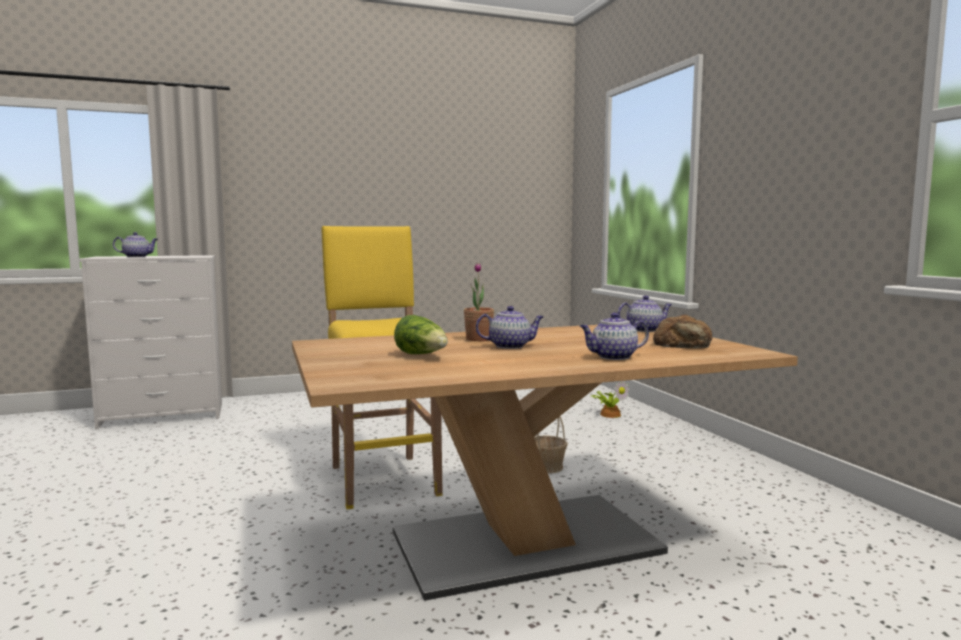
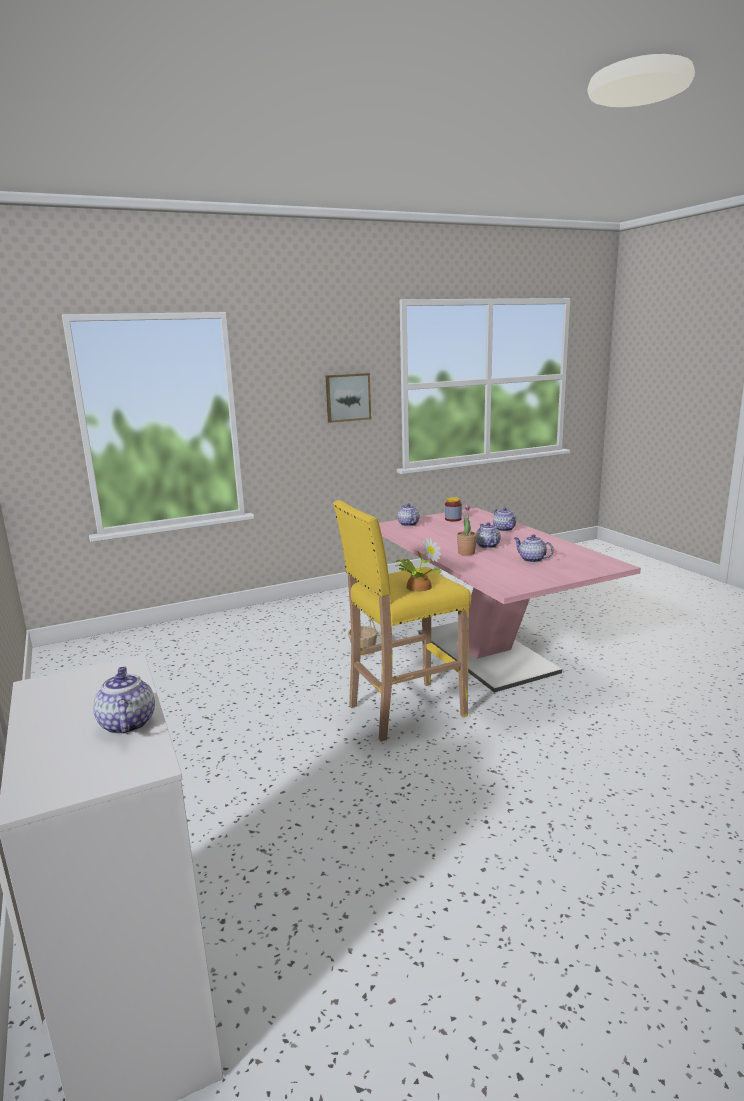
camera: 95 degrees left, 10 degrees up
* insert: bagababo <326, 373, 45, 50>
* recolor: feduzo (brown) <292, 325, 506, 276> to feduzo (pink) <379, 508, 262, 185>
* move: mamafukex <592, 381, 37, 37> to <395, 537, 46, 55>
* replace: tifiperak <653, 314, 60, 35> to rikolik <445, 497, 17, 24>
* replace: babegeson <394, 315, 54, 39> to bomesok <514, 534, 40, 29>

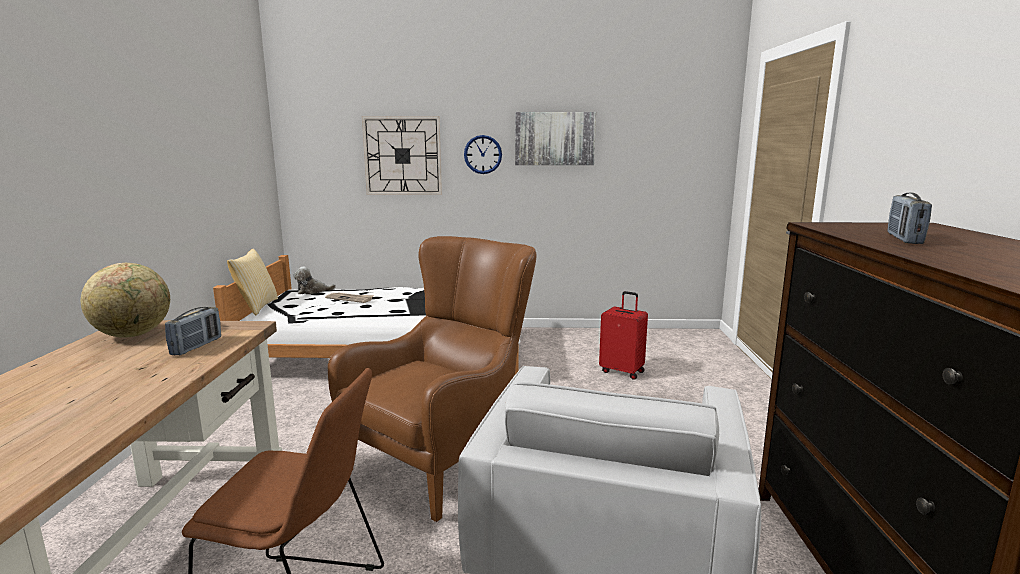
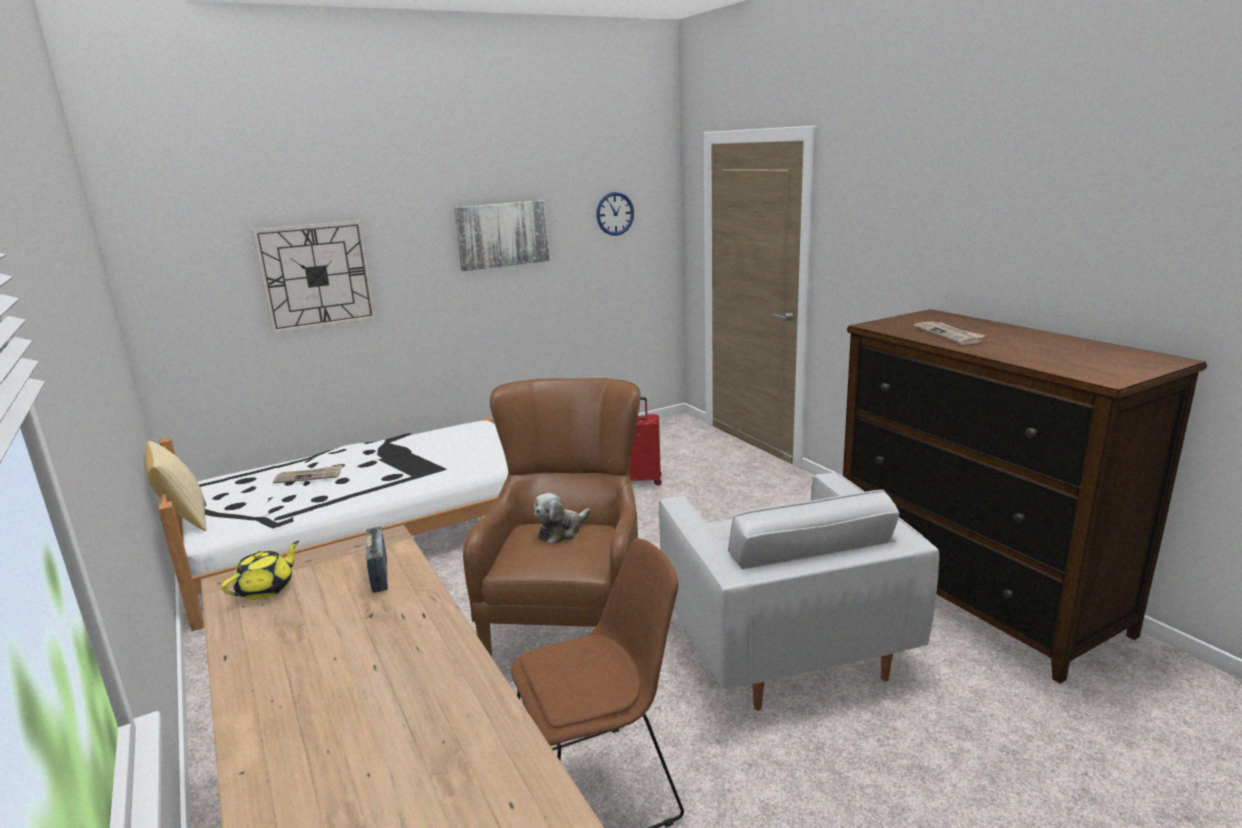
camera: 30 degrees left, 5 degrees up
* replace: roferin <81, 263, 89, 75> to bomesok (yellow) <221, 541, 78, 59>
* move: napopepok <293, 267, 43, 27> to <534, 493, 56, 51>
* move: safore <464, 135, 38, 39> to <596, 192, 38, 44>
* replace: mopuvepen <887, 193, 45, 51> to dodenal <914, 322, 72, 23>

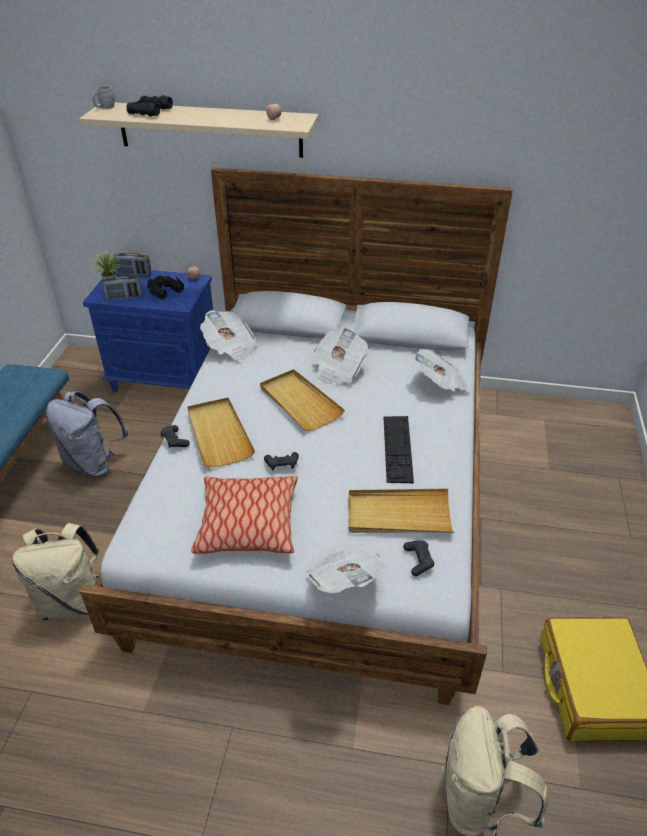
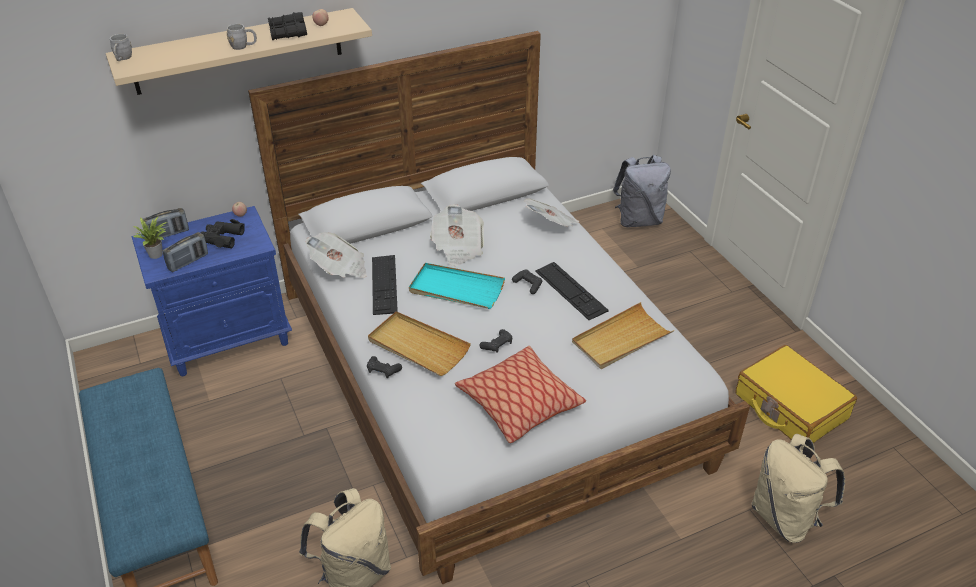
camera: 35 degrees left, 0 degrees up
* insert: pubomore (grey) <227, 24, 30, 26>
* move: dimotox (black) <126, 95, 47, 21> to <268, 12, 39, 28>
* insert: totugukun <372, 255, 26, 60>
* recolor: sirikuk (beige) <260, 369, 85, 62> to sirikuk (turquoise) <409, 263, 96, 46>
* move: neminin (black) <403, 541, 31, 35> to <512, 269, 30, 25>
* move: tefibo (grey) <46, 391, 82, 86> to <613, 155, 58, 72>
* delete: dodenal <307, 548, 79, 45>

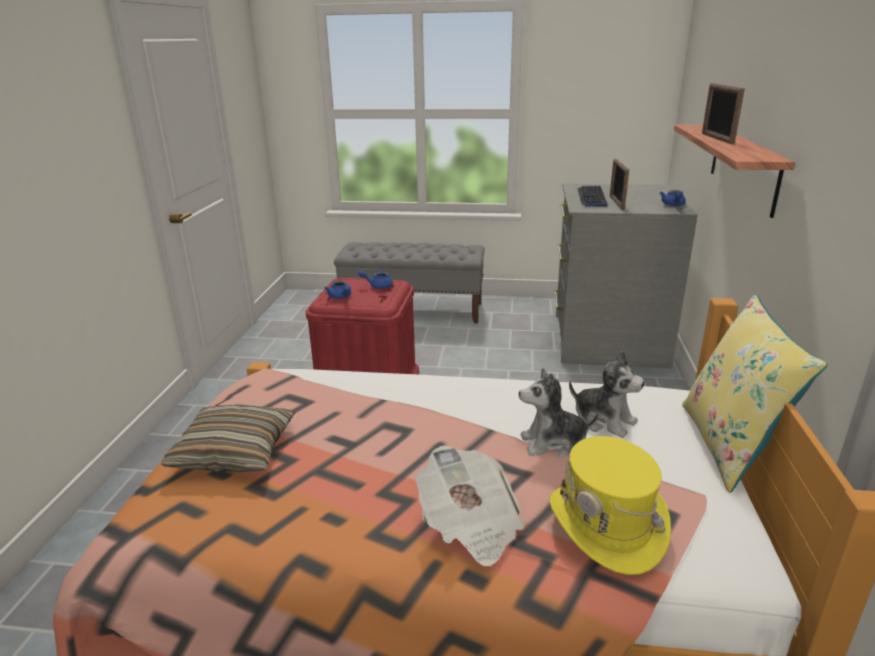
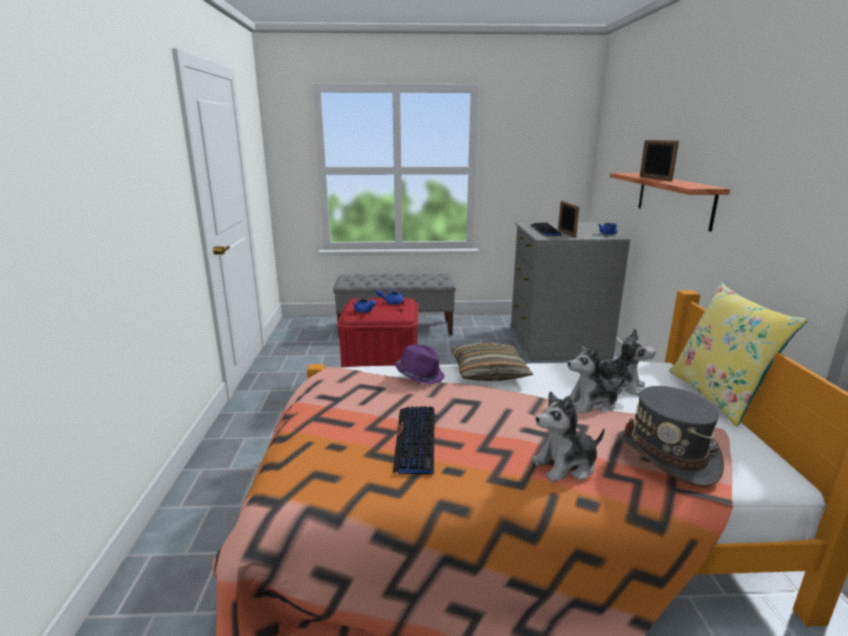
camera: 10 degrees left, 5 degrees down
* insert: totugukun <393, 406, 42, 69>
* insert: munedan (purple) <395, 344, 50, 41>
* move: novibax <161, 405, 134, 67> to <450, 342, 84, 39>
* replace: dodenal <416, 445, 109, 121> to napopepok <532, 392, 73, 90>
* recolor: munedan (yellow) <549, 436, 122, 139> to munedan (grey) <619, 386, 105, 101>

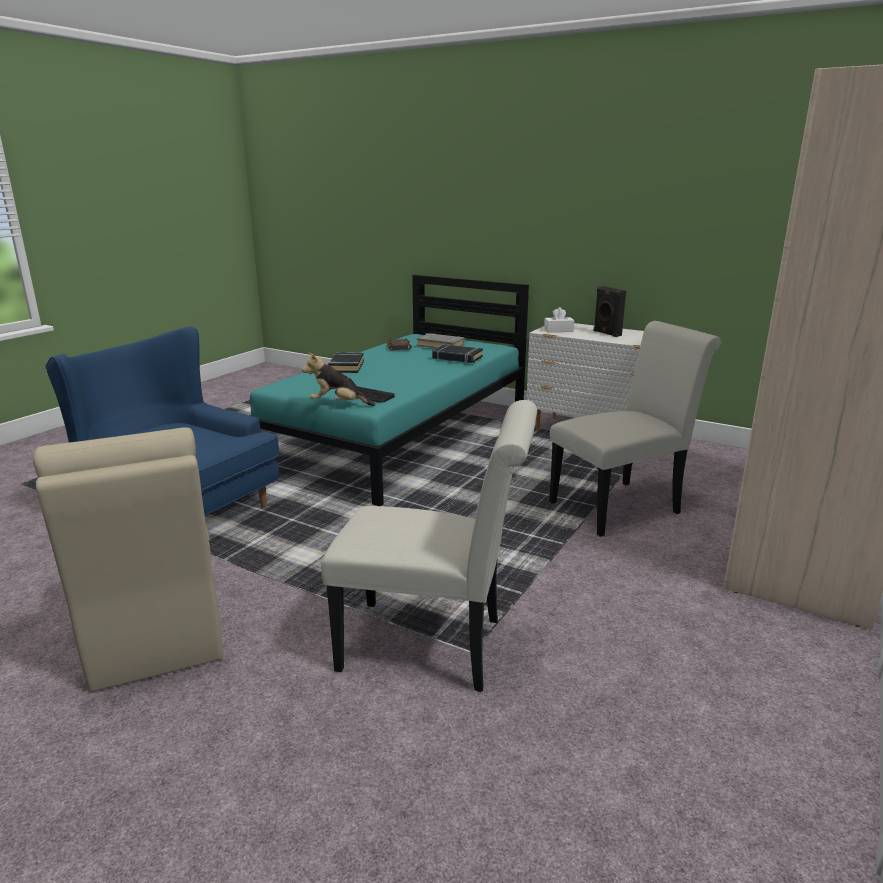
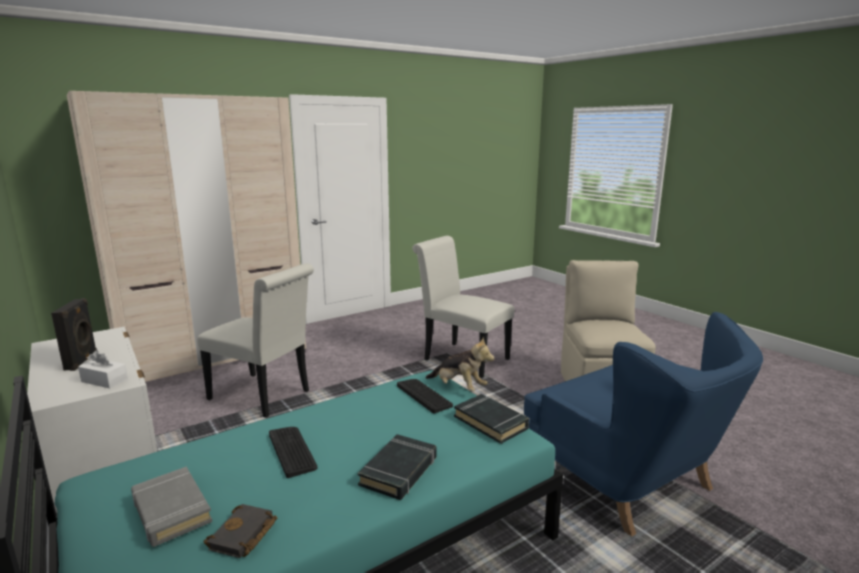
camera: 155 degrees left, 5 degrees down
* rotate: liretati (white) <549, 321, 172, 216> = <197, 263, 117, 155> 150 degrees counterclockwise
* insert: totugukun <269, 427, 48, 51>
* move: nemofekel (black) <432, 344, 51, 19> to <454, 394, 75, 50>

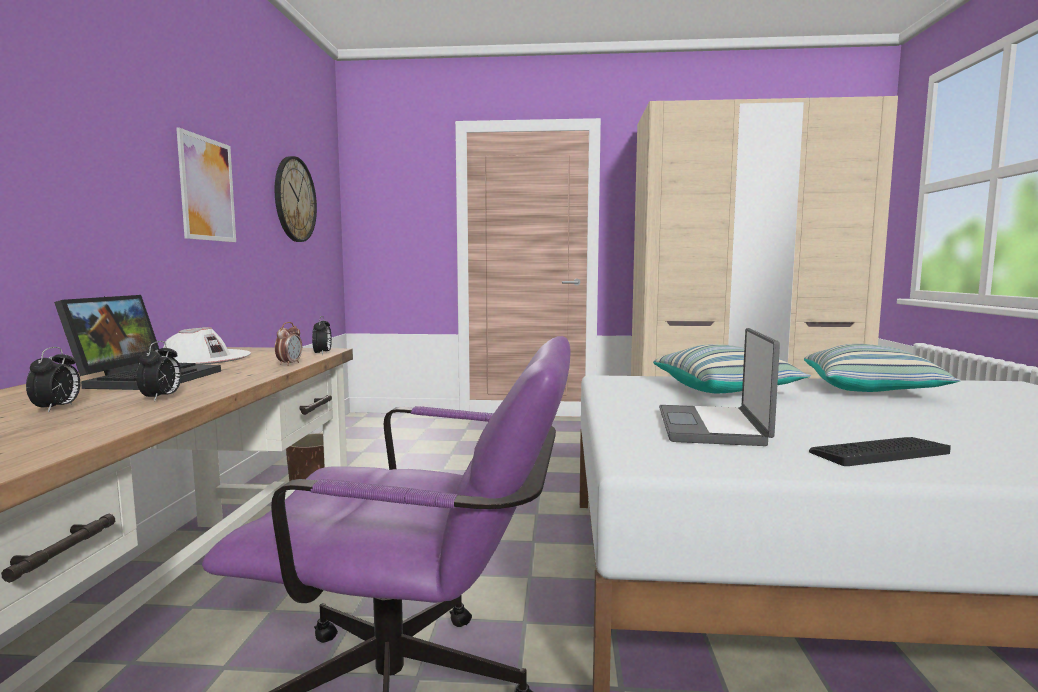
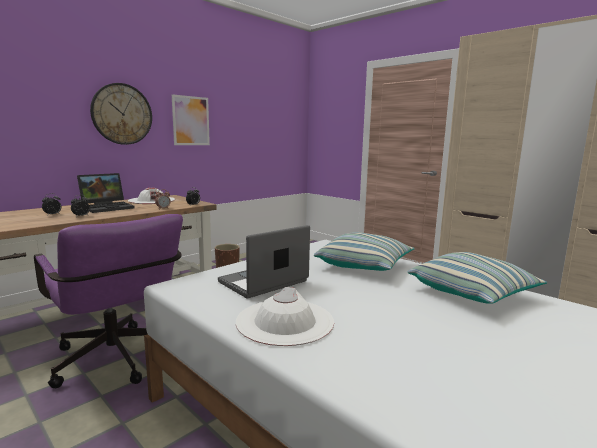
camera: 40 degrees right, 5 degrees up
* move: safore <275, 156, 42, 86> to <90, 83, 62, 62>
* replace: totugukun <809, 437, 142, 29> to munedan (white) <236, 287, 98, 59>

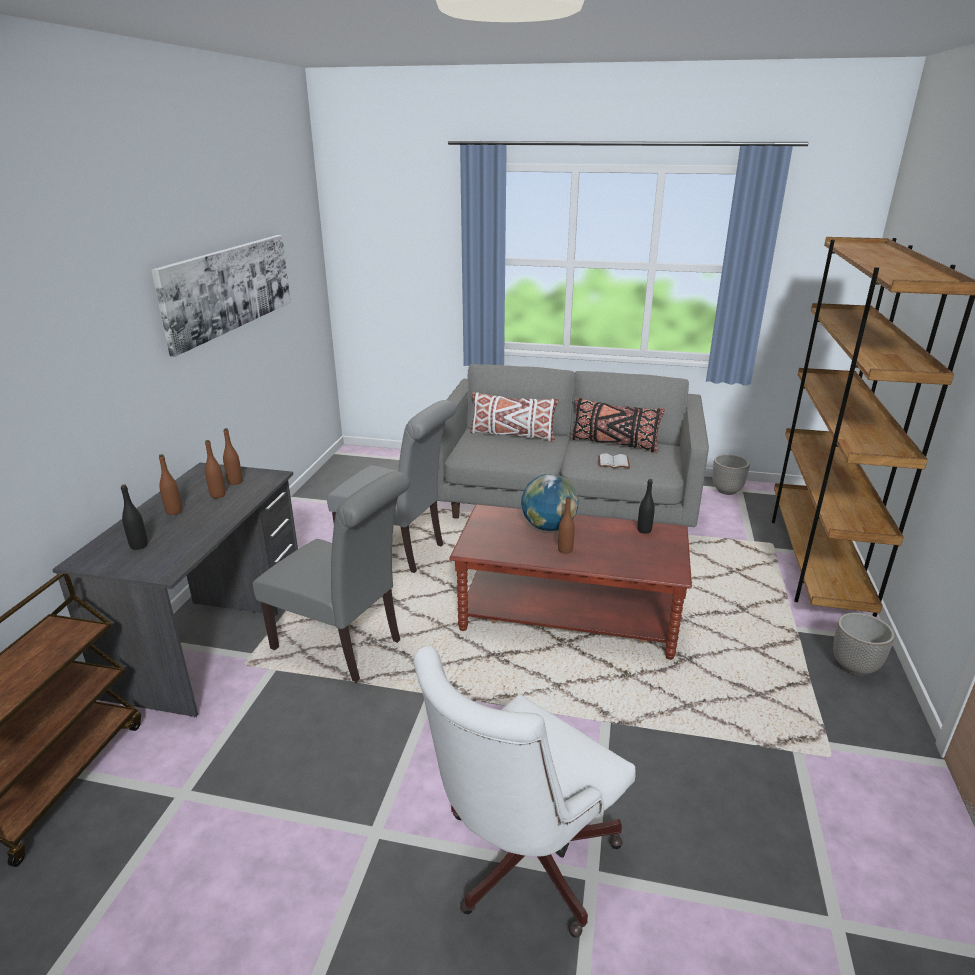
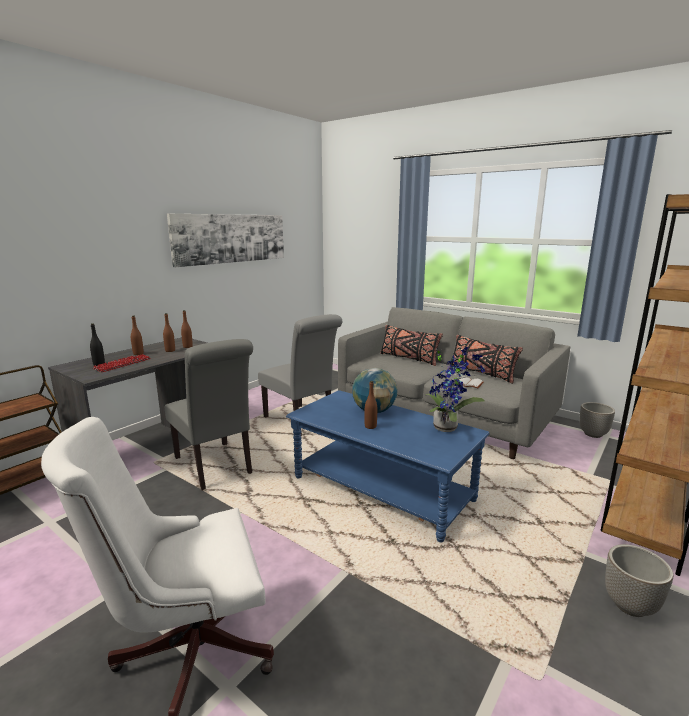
camera: 25 degrees right, 10 degrees down
* insert: totugukun <93, 354, 58, 18>
* recolor: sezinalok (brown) <450, 504, 242, 156> to sezinalok (blue) <286, 390, 204, 152>
* recolor: novibax (white) <470, 392, 89, 50> to novibax (black) <380, 325, 63, 41>
* replace: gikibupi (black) <637, 479, 18, 55> to mamafukex <426, 347, 59, 85>

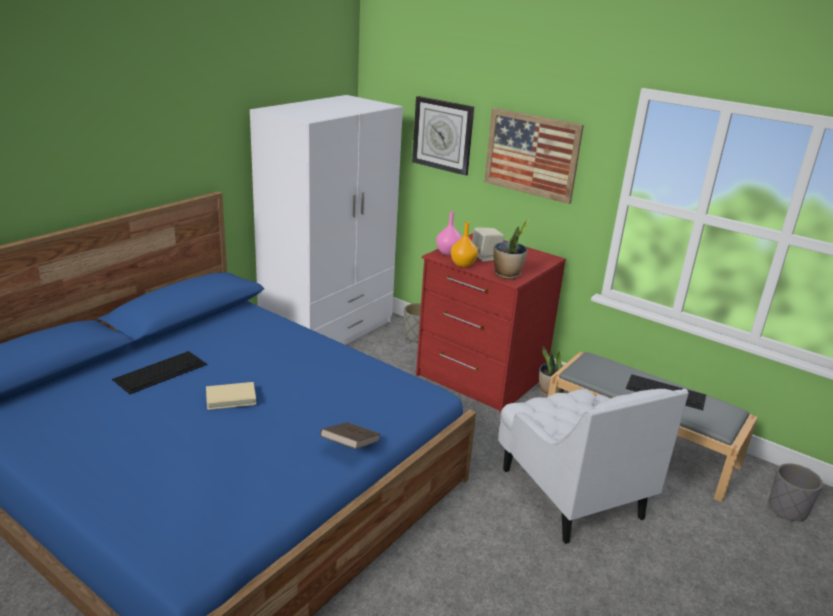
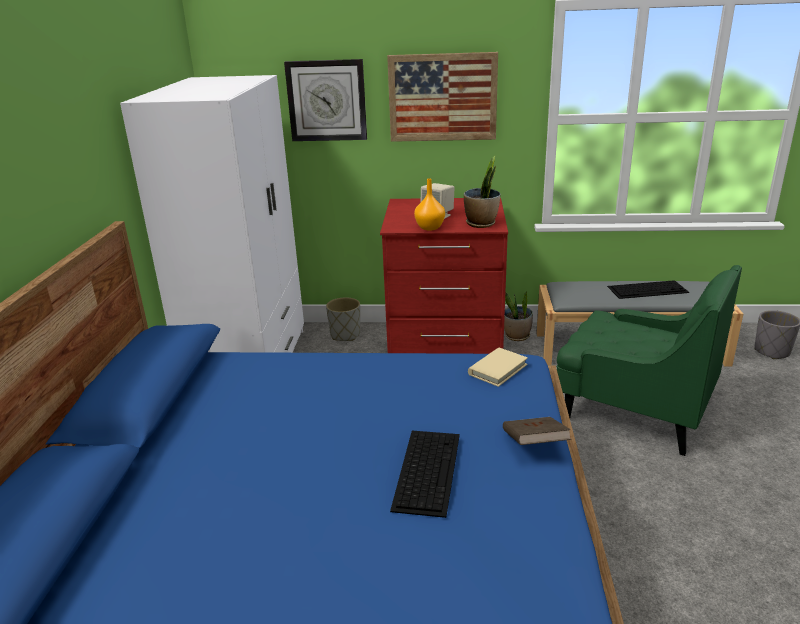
camera: 30 degrees left, 0 degrees up
* move: totugukun <112, 351, 95, 43> to <390, 431, 70, 87>
* move: nemofekel (beige) <206, 382, 50, 28> to <468, 348, 60, 39>
* recolor: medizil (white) <498, 389, 191, 155> to medizil (green) <556, 265, 186, 191>
* delete: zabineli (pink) <436, 211, 26, 44>

